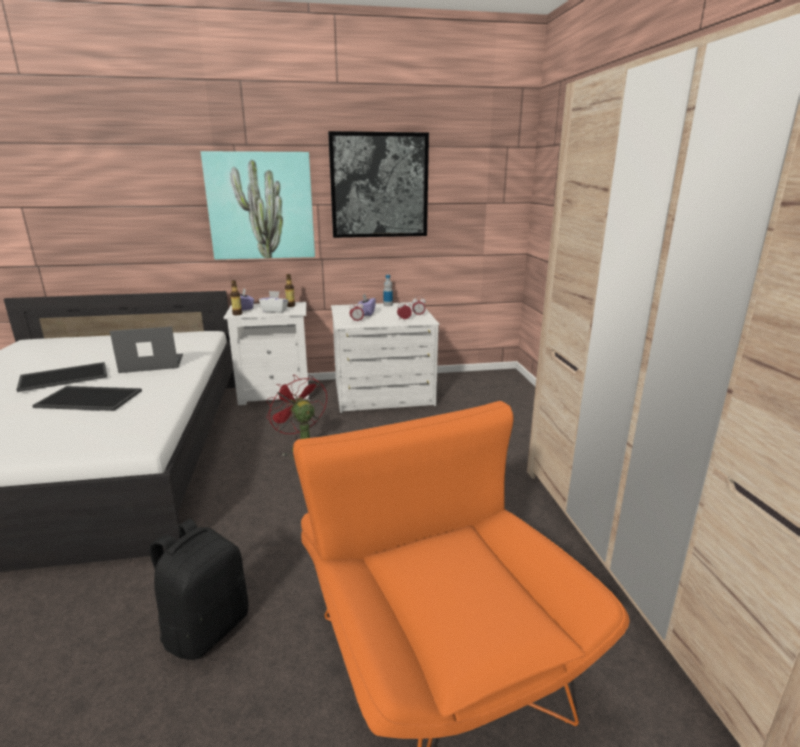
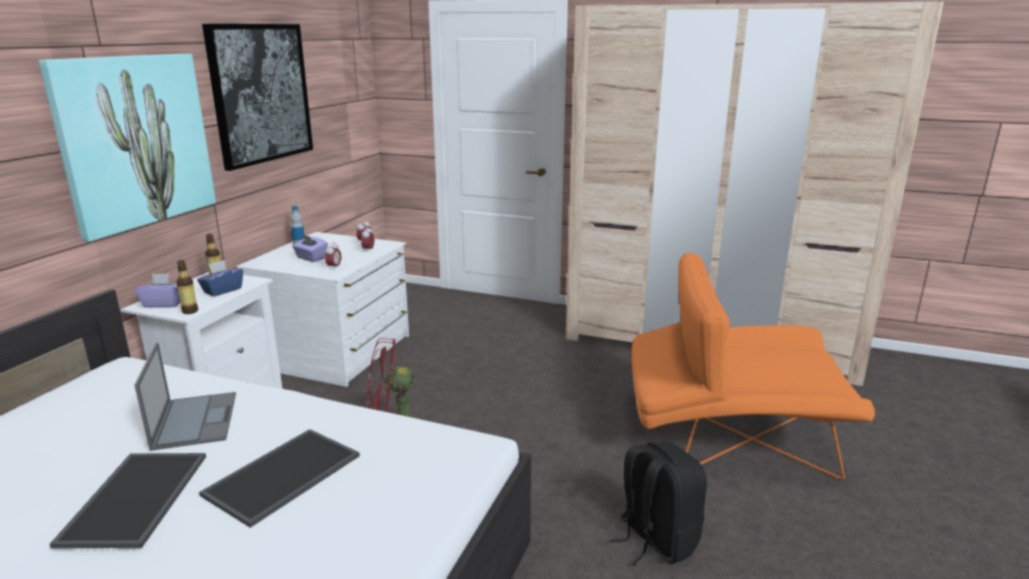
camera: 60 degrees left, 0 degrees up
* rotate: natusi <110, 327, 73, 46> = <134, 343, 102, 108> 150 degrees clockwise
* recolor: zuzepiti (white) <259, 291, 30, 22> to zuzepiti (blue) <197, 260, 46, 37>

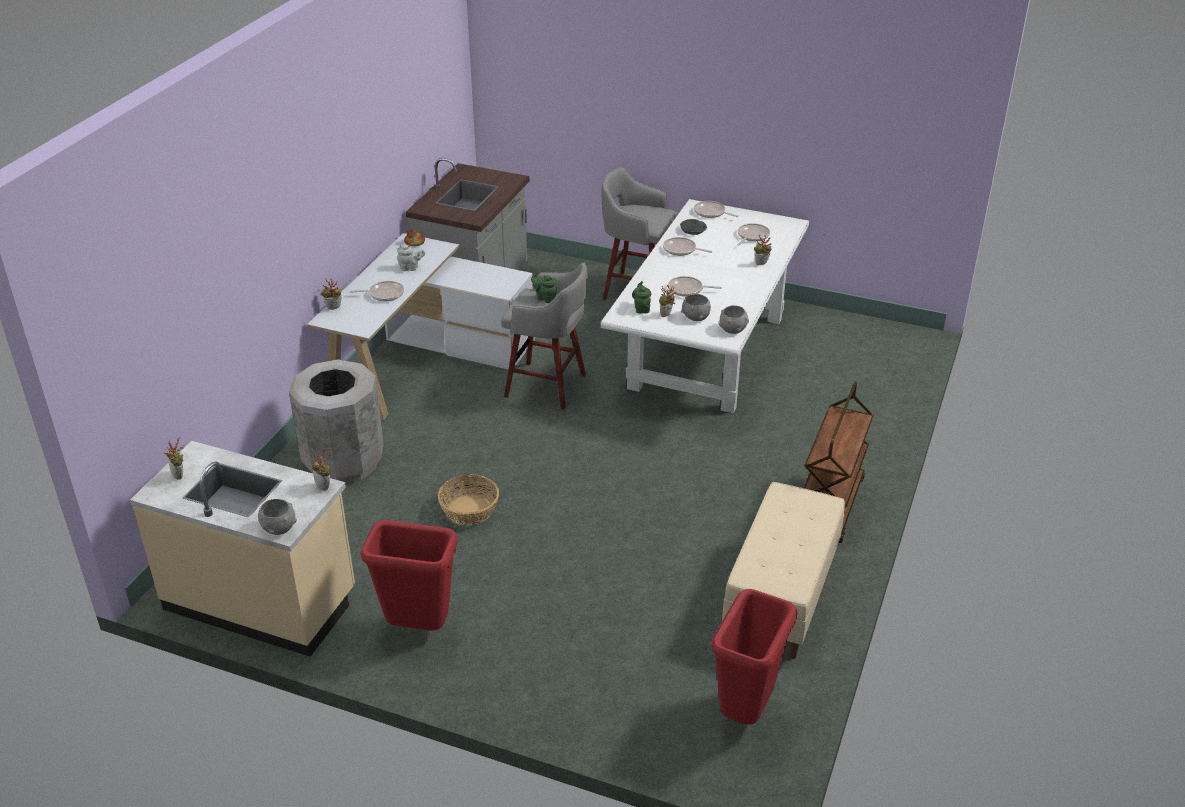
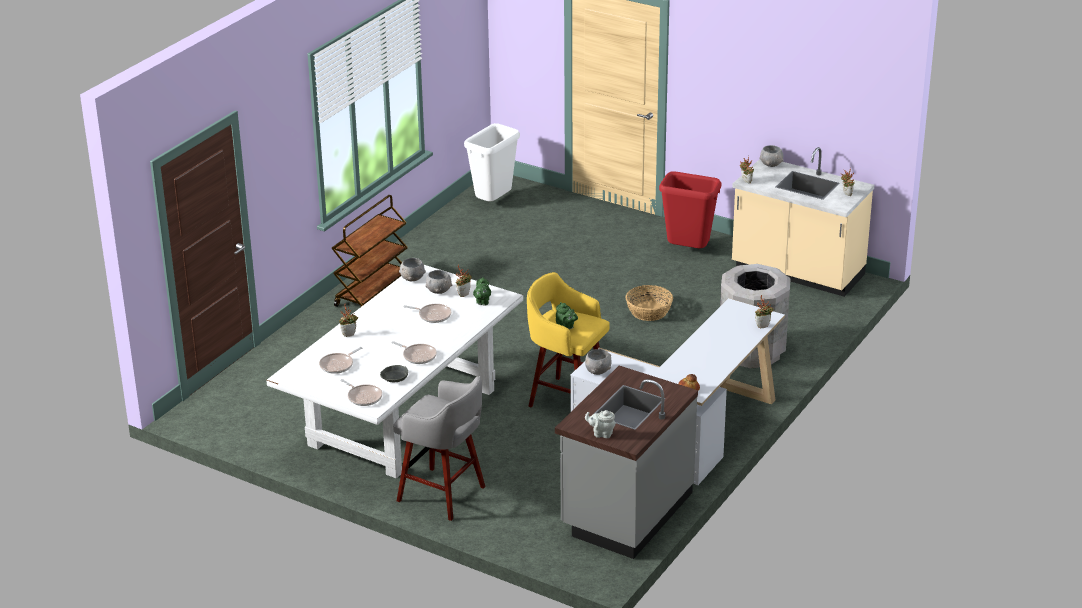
camera: 170 degrees left, 5 degrees down
* recolor: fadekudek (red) <711, 589, 86, 136> to fadekudek (white) <464, 123, 56, 79>
* recolor: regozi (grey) <501, 263, 87, 147> to regozi (yellow) <527, 272, 83, 135>
* insert: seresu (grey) <585, 349, 27, 26>
* move: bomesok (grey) <397, 244, 28, 27> to <585, 410, 31, 28>
* delete: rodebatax <349, 281, 55, 20>
* delete: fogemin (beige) <722, 482, 123, 177>

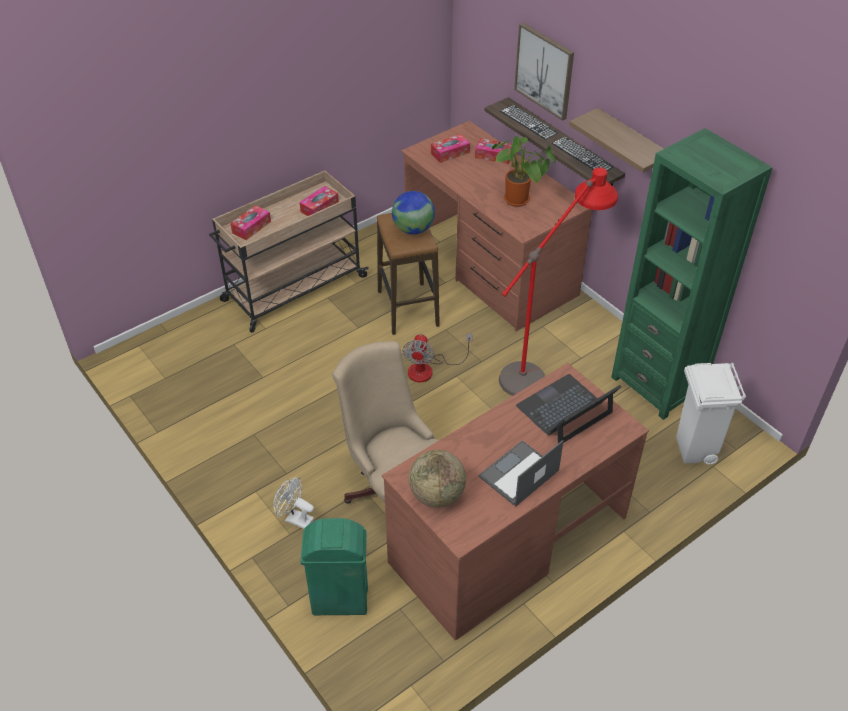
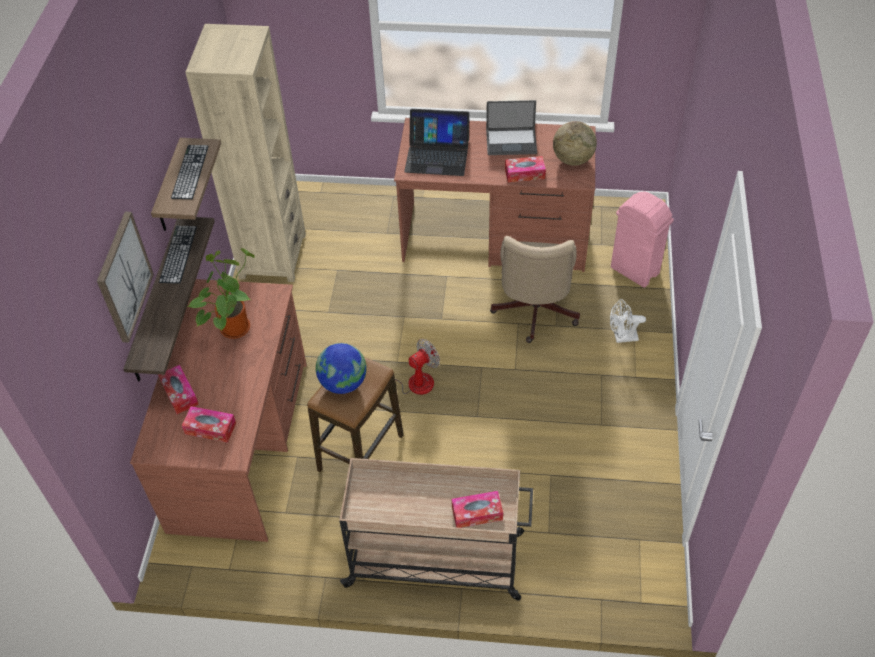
camera: 135 degrees left, 5 degrees up
* move: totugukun <500, 105, 58, 35> to <171, 145, 37, 54>
* recolor: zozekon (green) <611, 128, 161, 292> to zozekon (beige) <185, 24, 121, 258>
* move: zuzepiti <299, 186, 40, 30> to <505, 156, 41, 27>
* rotate: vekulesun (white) <273, 477, 41, 52> = <610, 299, 36, 44> 105 degrees clockwise
* recolor: fadekudek (green) <300, 518, 68, 97> to fadekudek (pink) <611, 192, 63, 96>
* delete: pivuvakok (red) <499, 167, 119, 229>
* delete: fadekudek (white) <676, 363, 70, 102>

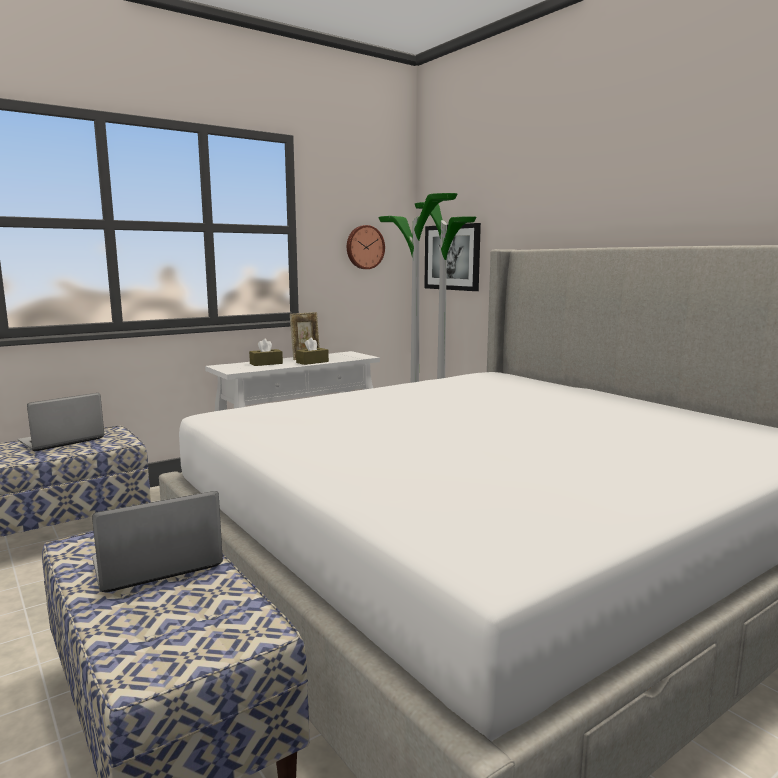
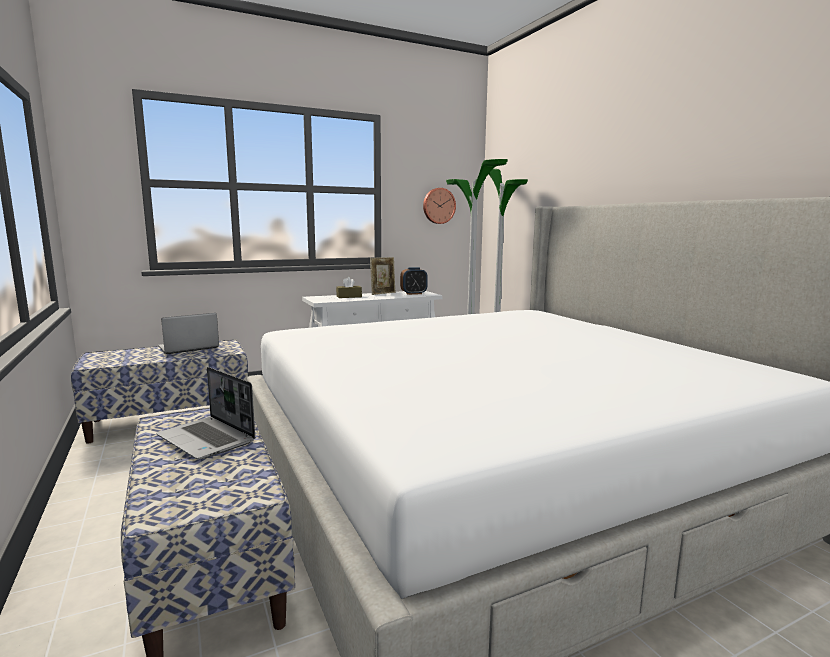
camera: 10 degrees right, 0 degrees up
* rotate: natusi <92, 491, 131, 101> = <156, 367, 99, 92> 120 degrees counterclockwise
* insert: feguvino <400, 267, 28, 28>
* delete: zuzepiti (brown) <296, 338, 33, 27>
* delete: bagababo <424, 223, 57, 68>

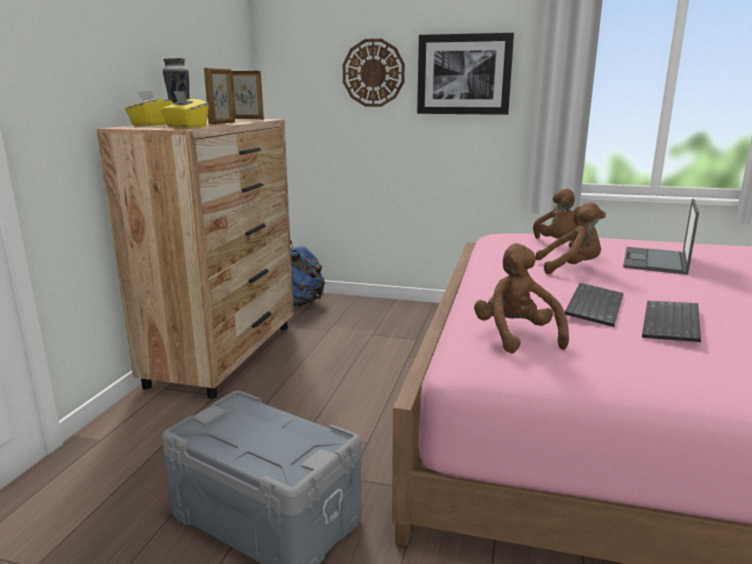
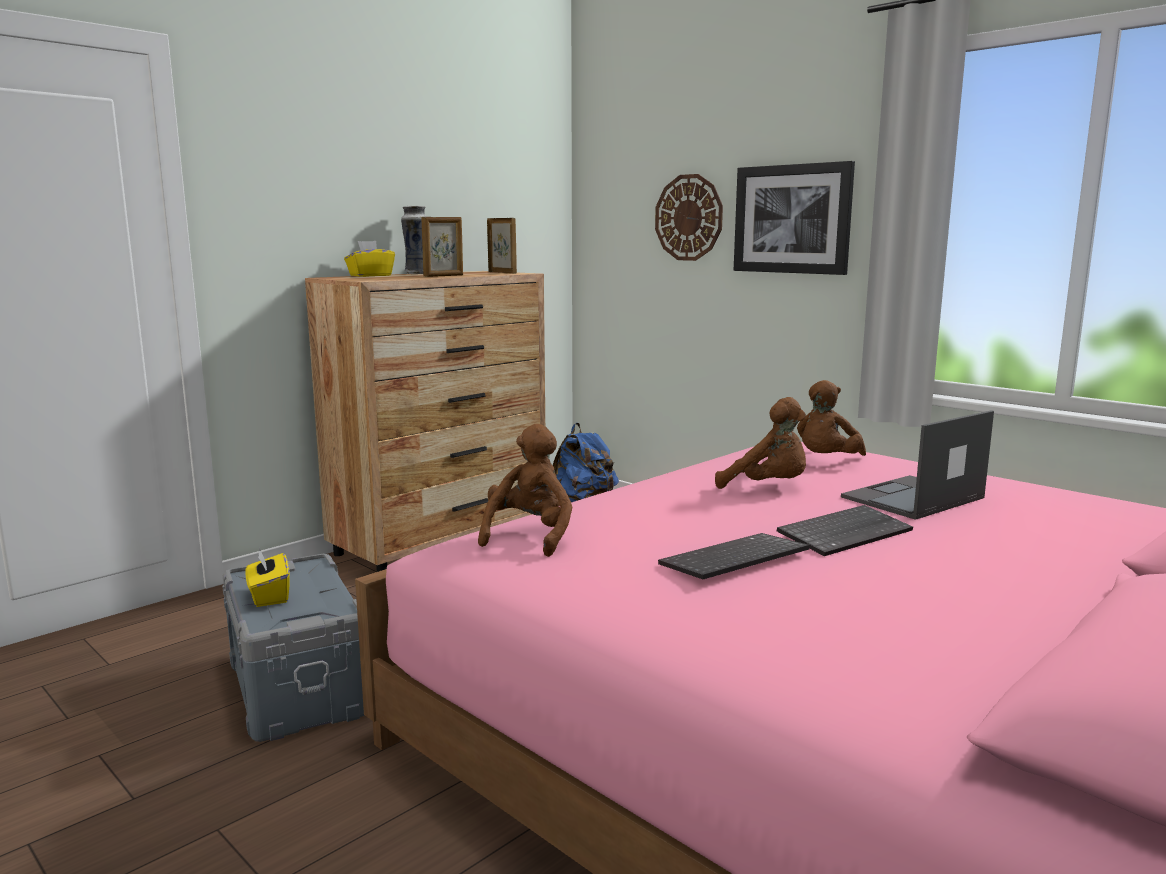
camera: 30 degrees right, 5 degrees down
* move: zuzepiti (yellow) <160, 91, 49, 37> to <245, 548, 44, 59>
* move: totugukun <565, 283, 59, 44> to <777, 505, 136, 51>

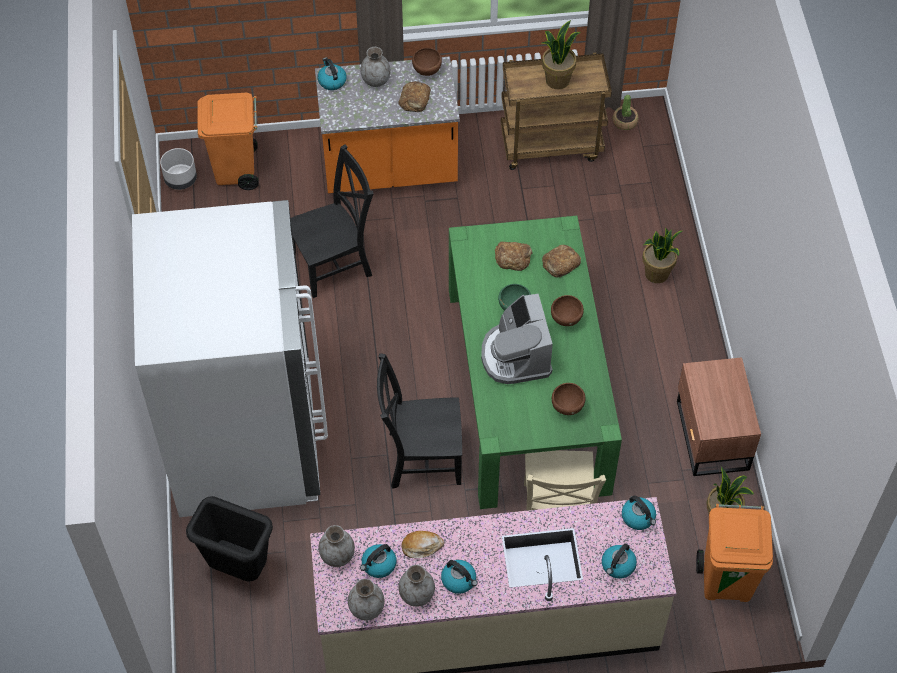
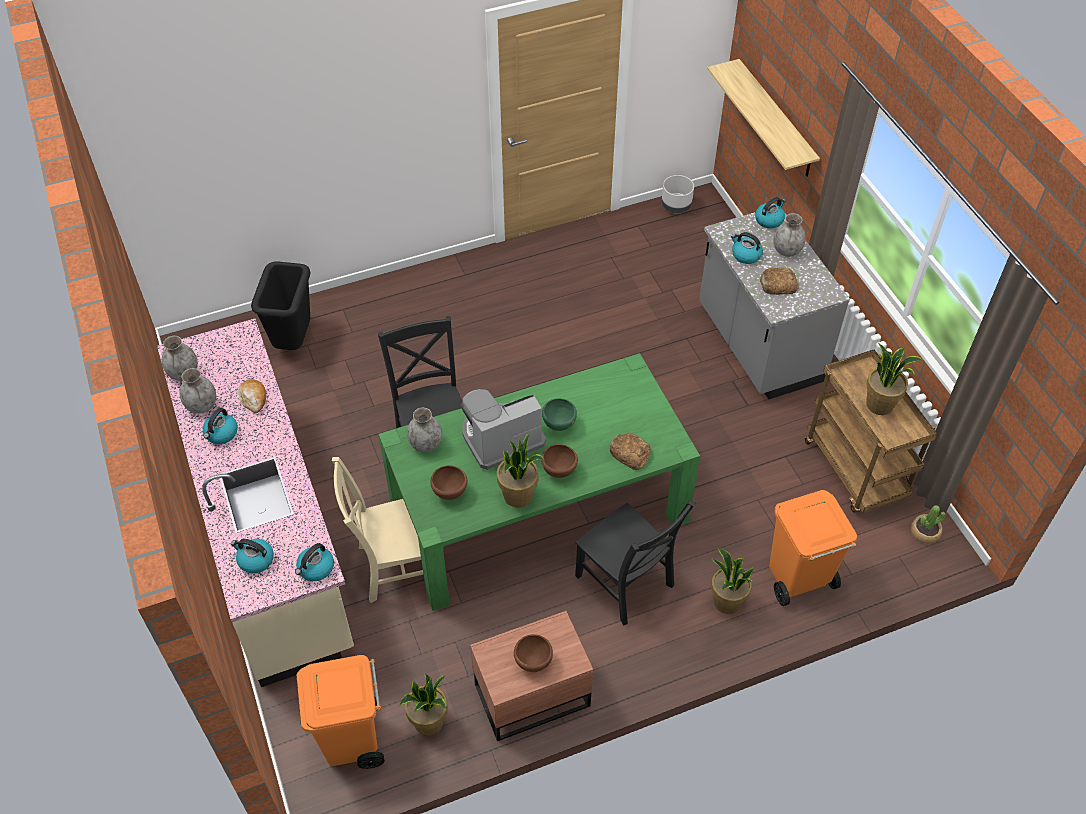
camera: 75 degrees right, 5 degrees down
* move: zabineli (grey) <319, 525, 36, 42> to <407, 408, 35, 45>
* insert: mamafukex <497, 433, 48, 74>
* move: seresu (brown) <412, 48, 30, 28> to <514, 634, 39, 38>
* move: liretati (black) <291, 144, 83, 154> to <575, 500, 121, 125>
* recolor: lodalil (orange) <315, 57, 145, 136> to lodalil (grey) <699, 212, 151, 187>
* insert: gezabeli <707, 59, 113, 118>
* move: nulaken <360, 544, 37, 34> to <731, 232, 32, 32>
* move: fadekudek (orange) <198, 93, 61, 97> to <769, 490, 88, 116>
* delete: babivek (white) <132, 200, 196, 317>
* delete: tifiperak <495, 242, 38, 29>

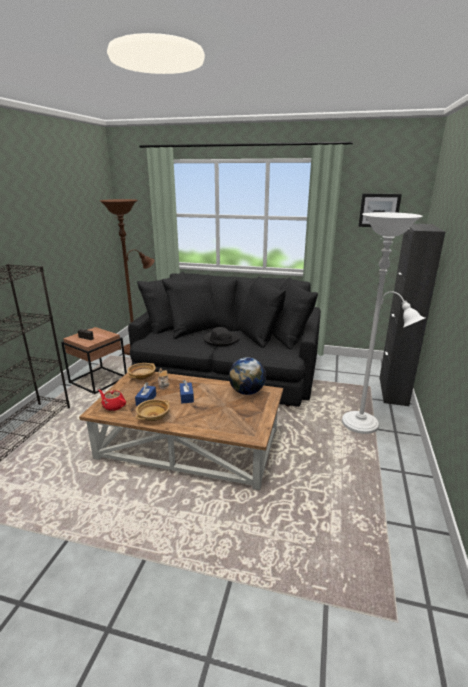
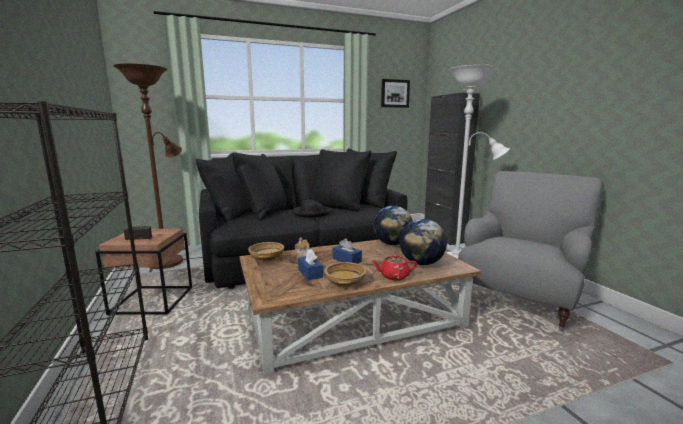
camera: 35 degrees left, 10 degrees down
* move: bomesok (red) <98, 390, 28, 21> to <371, 255, 46, 26>
* insert: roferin <400, 219, 47, 46>
* insert: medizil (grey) <458, 171, 146, 161>

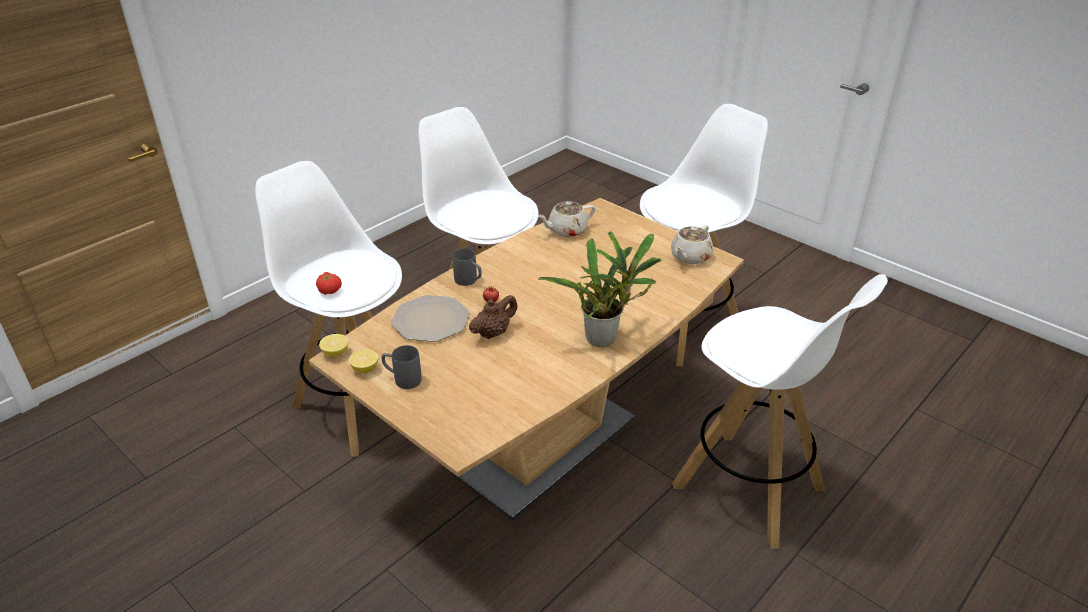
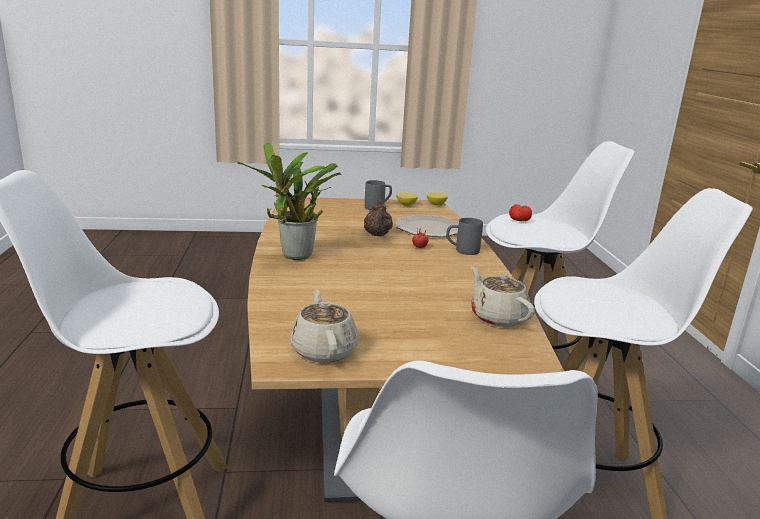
camera: 130 degrees right, 15 degrees down
* rotate: bomesok (beige) <537, 201, 58, 36> = <471, 267, 64, 60> 45 degrees counterclockwise

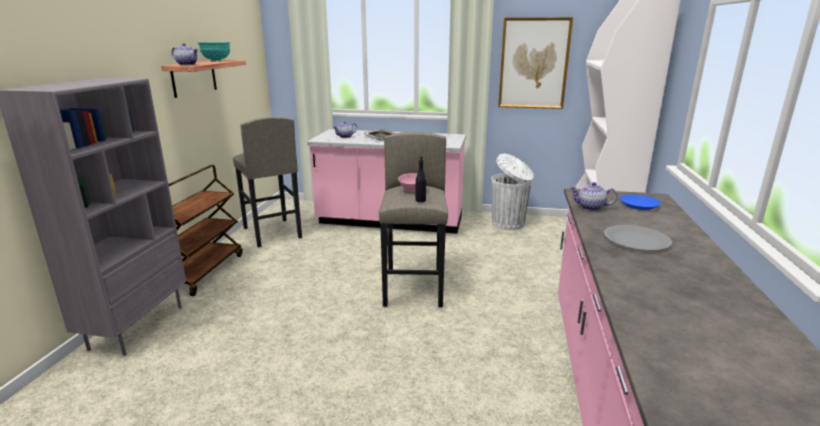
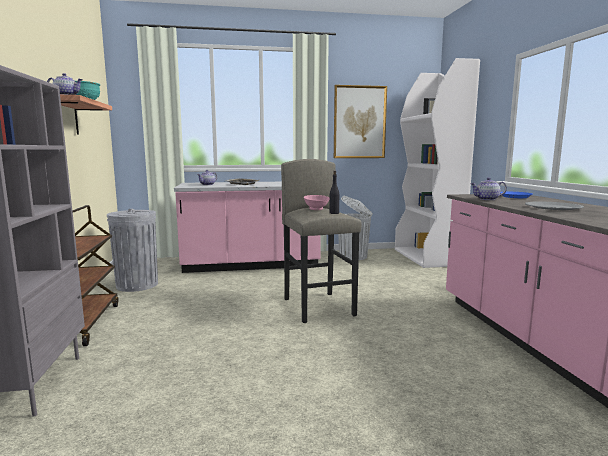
camera: 20 degrees left, 10 degrees down
* replace: regozi (grey) <233, 117, 69, 131> to fadekudek (grey) <107, 209, 51, 83>

